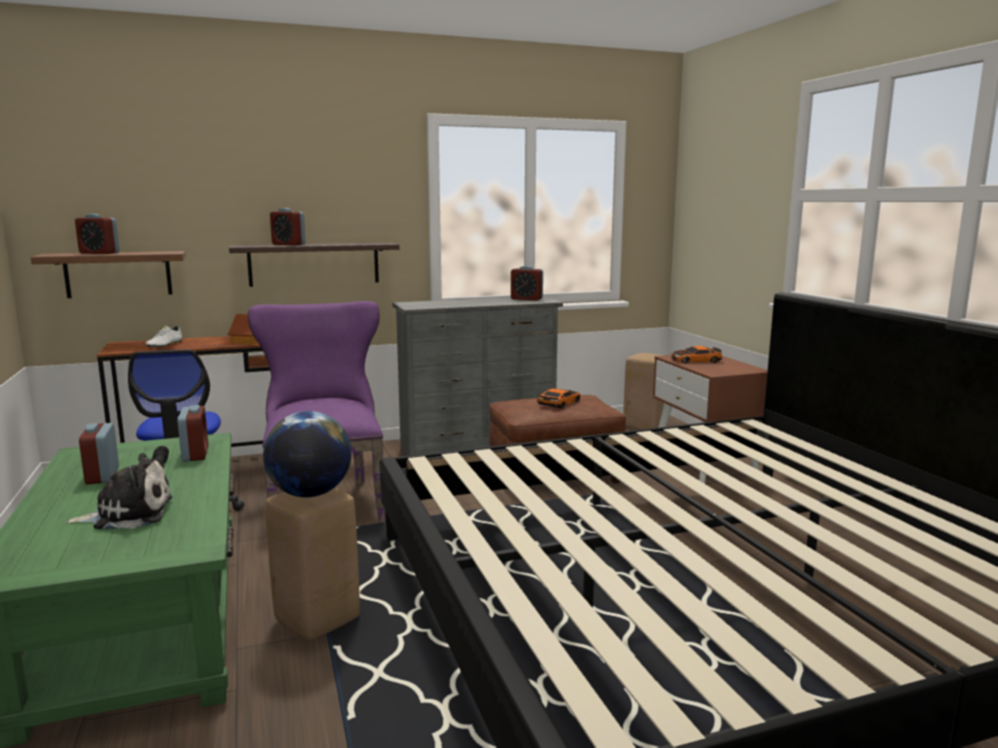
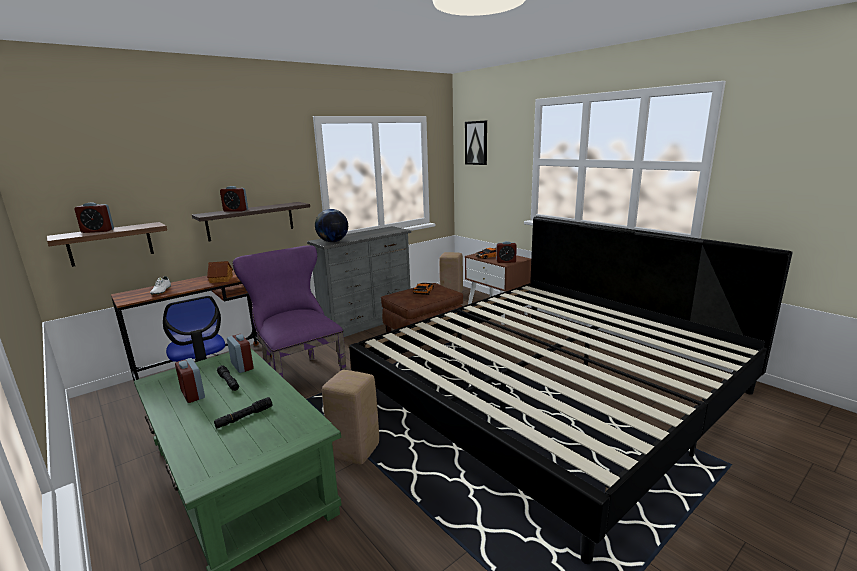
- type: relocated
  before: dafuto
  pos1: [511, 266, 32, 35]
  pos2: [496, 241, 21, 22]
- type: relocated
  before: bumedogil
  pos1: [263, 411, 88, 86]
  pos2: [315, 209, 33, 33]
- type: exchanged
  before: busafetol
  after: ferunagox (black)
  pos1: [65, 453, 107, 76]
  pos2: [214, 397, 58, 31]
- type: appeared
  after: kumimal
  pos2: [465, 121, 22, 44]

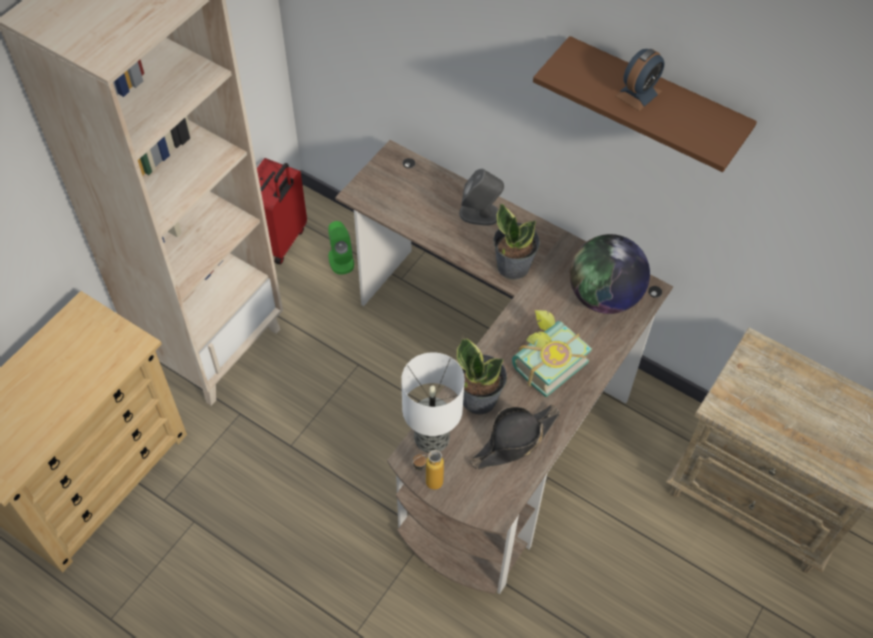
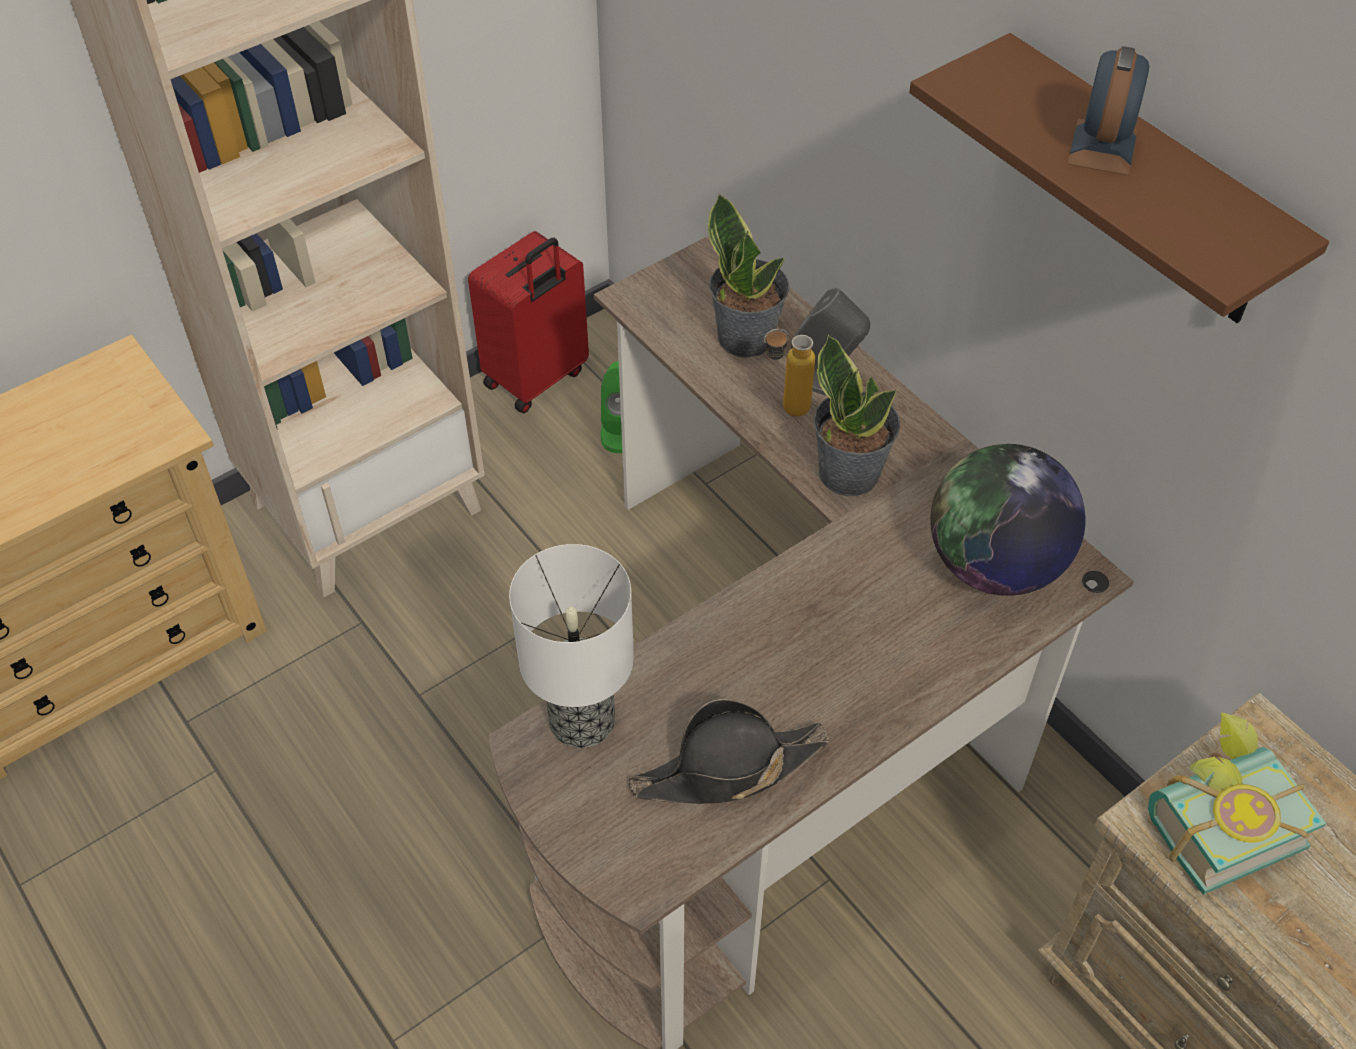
- type: spun
  before: dafuto
  pos1: [615, 49, 50, 62]
  pos2: [1067, 46, 82, 130]
  turn: 135
- type: relocated
  before: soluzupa
  pos1: [512, 310, 80, 87]
  pos2: [1148, 712, 178, 183]
- type: relocated
  before: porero
  pos1: [457, 339, 50, 76]
  pos2: [708, 193, 81, 165]
- type: relocated
  before: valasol
  pos1: [412, 450, 32, 40]
  pos2: [764, 329, 51, 87]

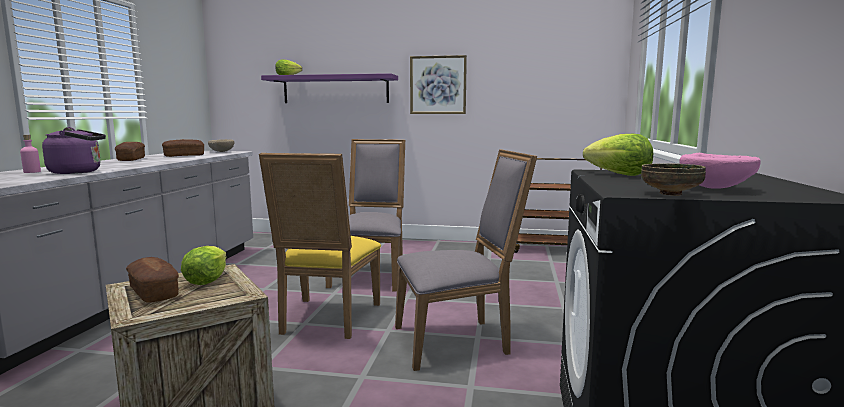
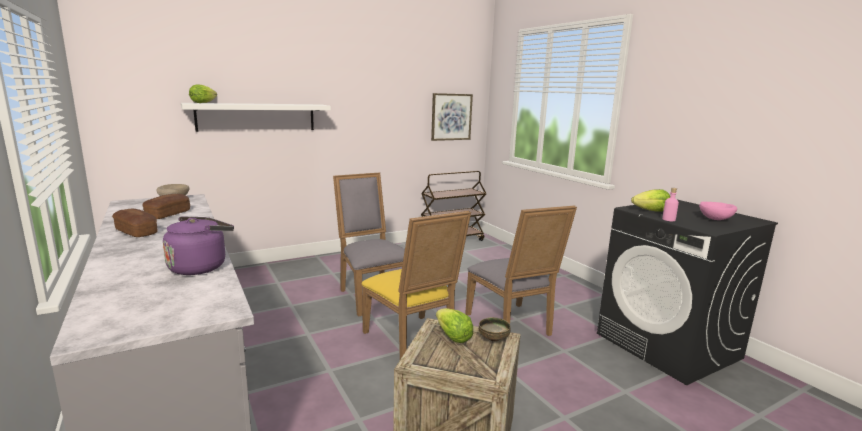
- type: relocated
  before: kumimal
  pos1: [410, 55, 57, 59]
  pos2: [431, 93, 42, 48]
- type: colour
  before: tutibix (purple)
  after: tutibix (white)
  pos1: [261, 73, 137, 30]
  pos2: [181, 103, 150, 29]
- type: relocated
  before: valasol (pink)
  pos1: [20, 135, 21, 38]
  pos2: [662, 188, 17, 33]
- type: spun
  before: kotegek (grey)
  pos1: [395, 149, 142, 222]
  pos2: [465, 205, 112, 131]
  turn: 120
- type: relocated
  before: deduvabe
  pos1: [641, 163, 65, 33]
  pos2: [479, 317, 32, 24]
- type: missing
  before: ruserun
  pos1: [126, 257, 53, 46]

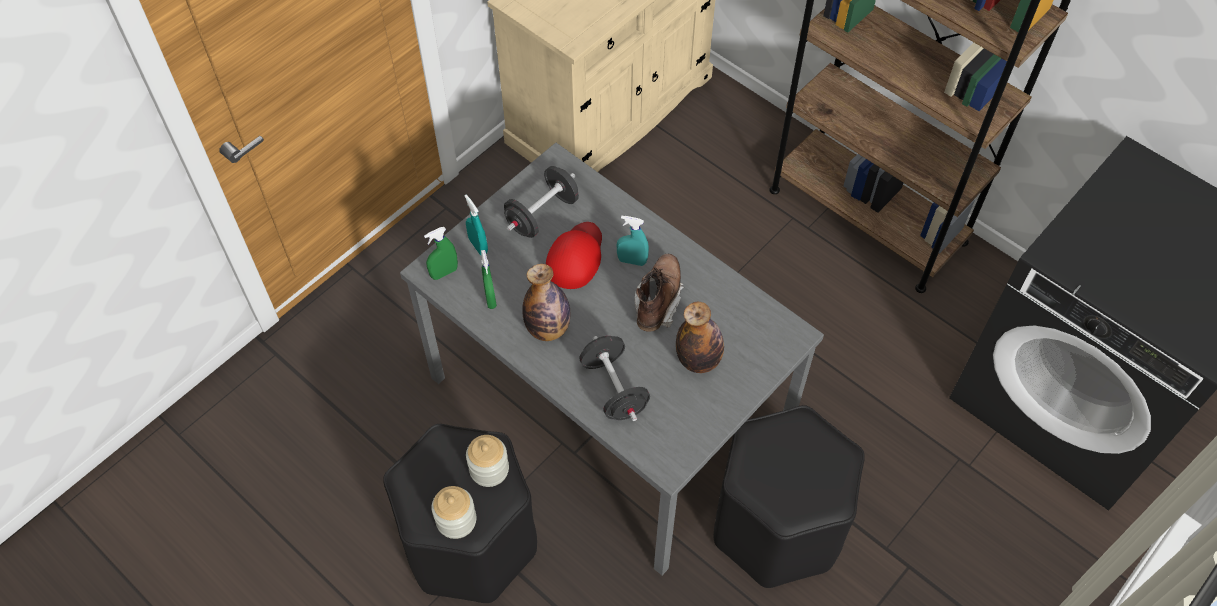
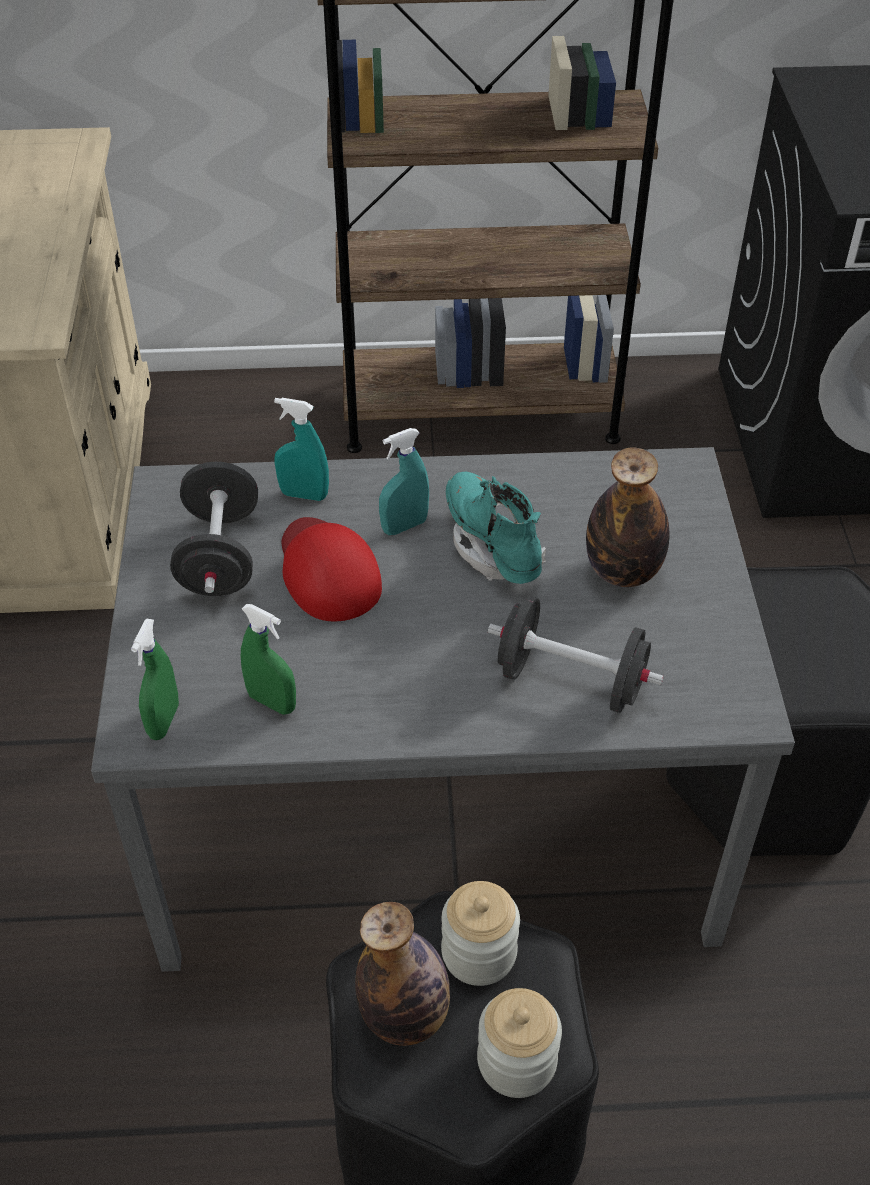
- type: relocated
  before: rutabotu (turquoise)
  pos1: [464, 195, 24, 60]
  pos2: [274, 398, 55, 103]
- type: colour
  before: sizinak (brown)
  after: sizinak (turquoise)
  pos1: [635, 254, 49, 78]
  pos2: [446, 472, 100, 112]
- type: relocated
  before: valasol
  pos1: [522, 264, 48, 77]
  pos2: [355, 902, 95, 144]

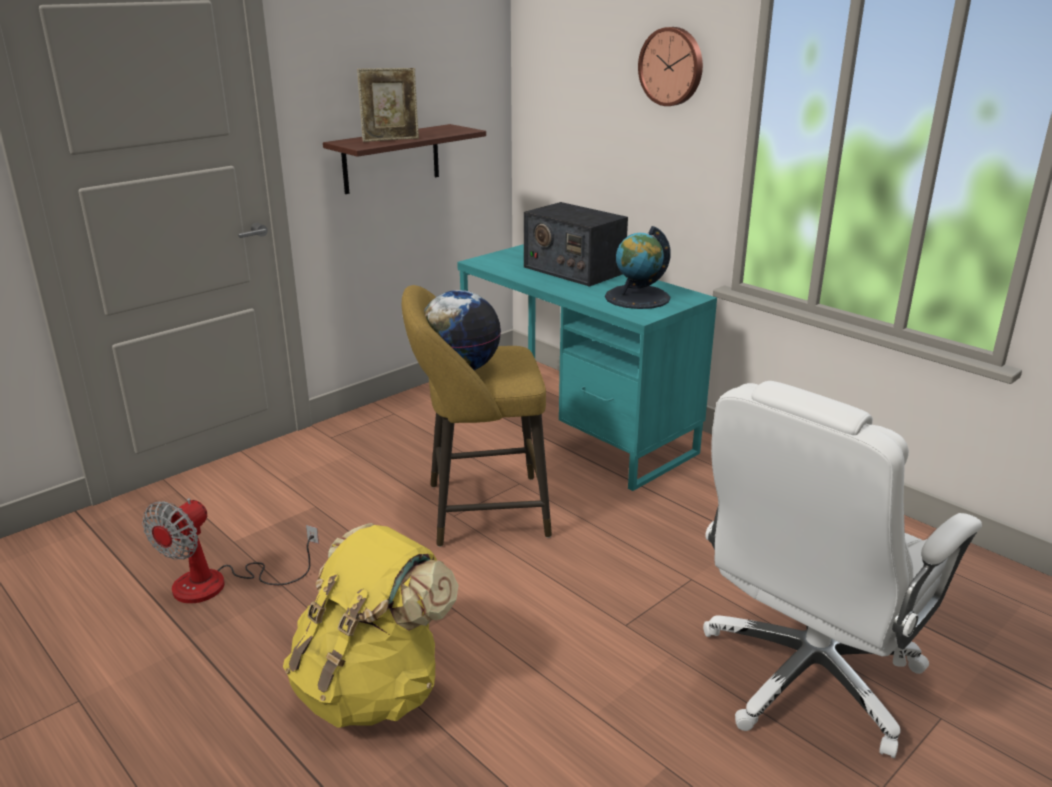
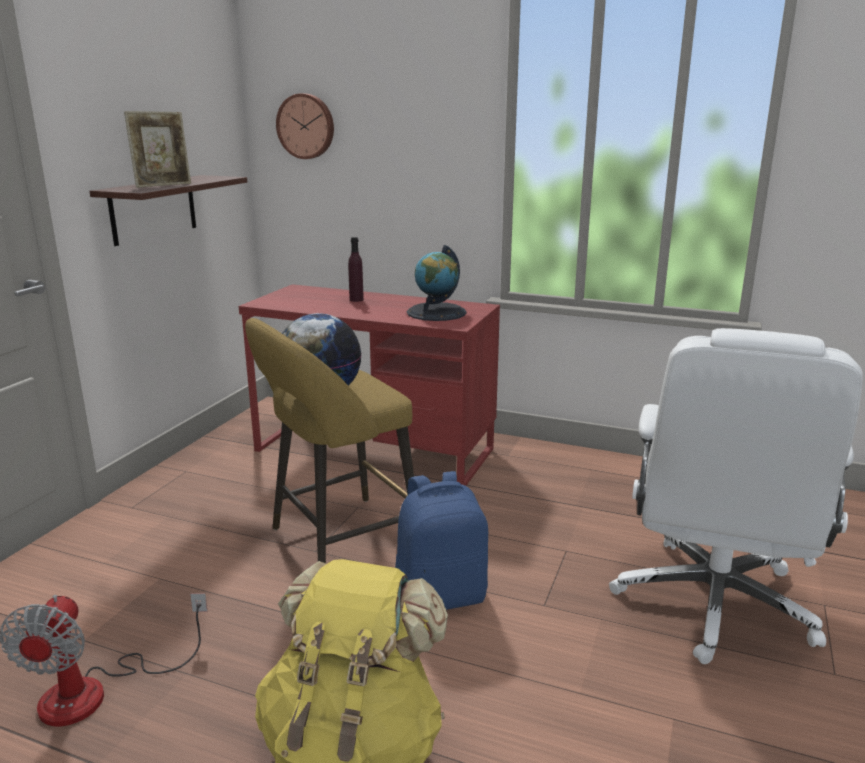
- type: relocated
  before: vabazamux
  pos1: [638, 27, 65, 79]
  pos2: [276, 93, 58, 66]
- type: exchanged
  before: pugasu
  after: valasol (purple)
  pos1: [524, 202, 104, 85]
  pos2: [348, 237, 16, 65]
- type: colour
  before: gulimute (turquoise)
  after: gulimute (red)
  pos1: [457, 244, 260, 247]
  pos2: [239, 284, 261, 202]
- type: appeared
  after: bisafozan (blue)
  pos2: [395, 471, 93, 139]

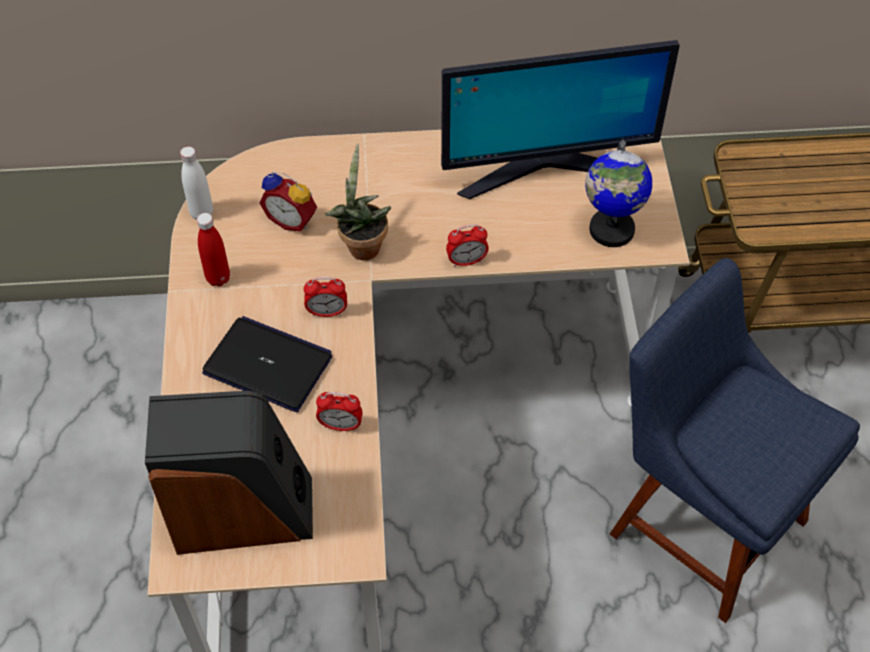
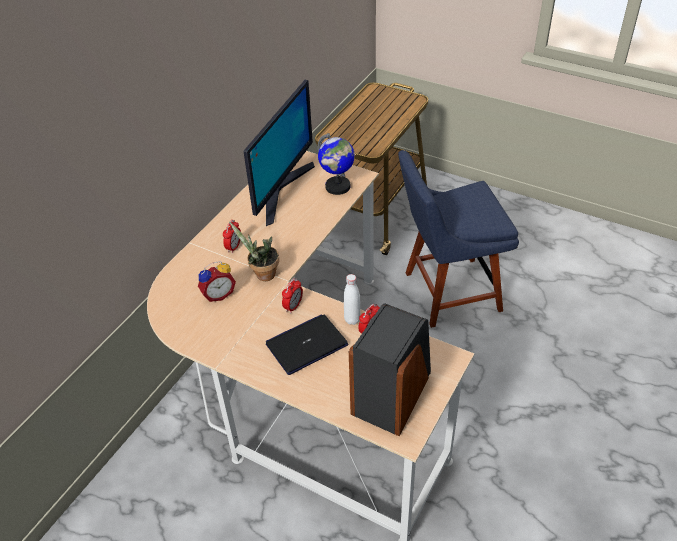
- type: relocated
  before: valasol (white)
  pos1: [180, 146, 33, 74]
  pos2: [344, 274, 16, 51]
- type: missing
  before: valasol (red)
  pos1: [197, 213, 33, 73]
- type: relocated
  before: dafuto
  pos1: [446, 224, 43, 43]
  pos2: [223, 220, 18, 33]

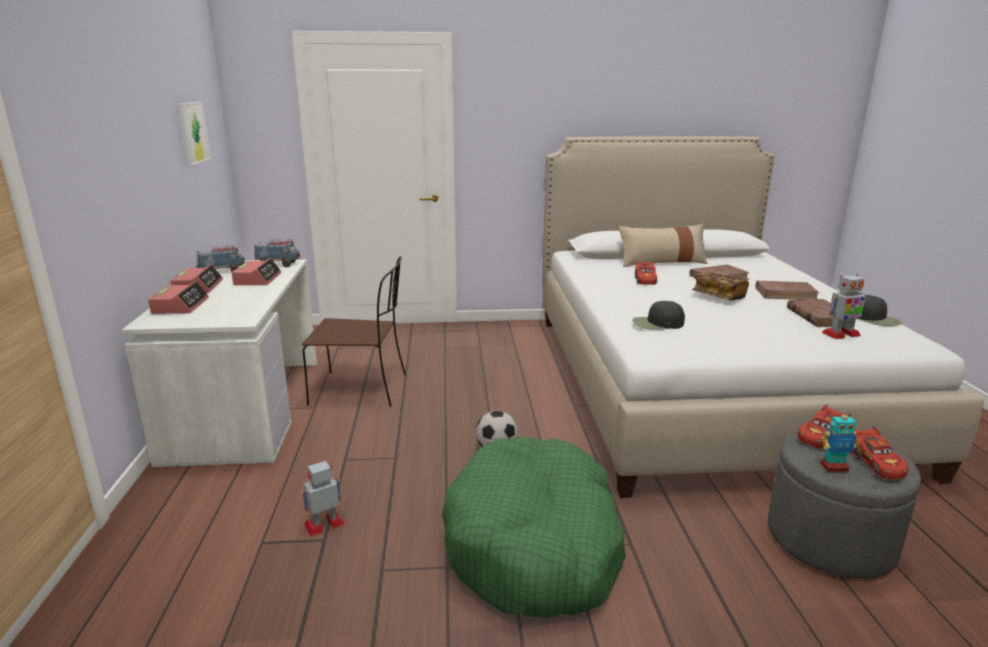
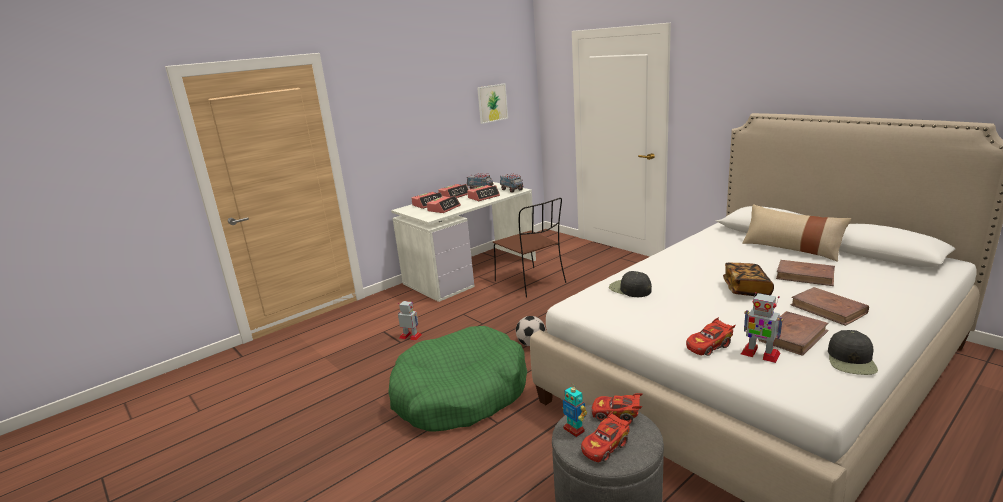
- type: relocated
  before: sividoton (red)
  pos1: [635, 261, 22, 24]
  pos2: [686, 317, 50, 39]
- type: appeared
  after: dafuto
  pos2: [427, 195, 34, 18]

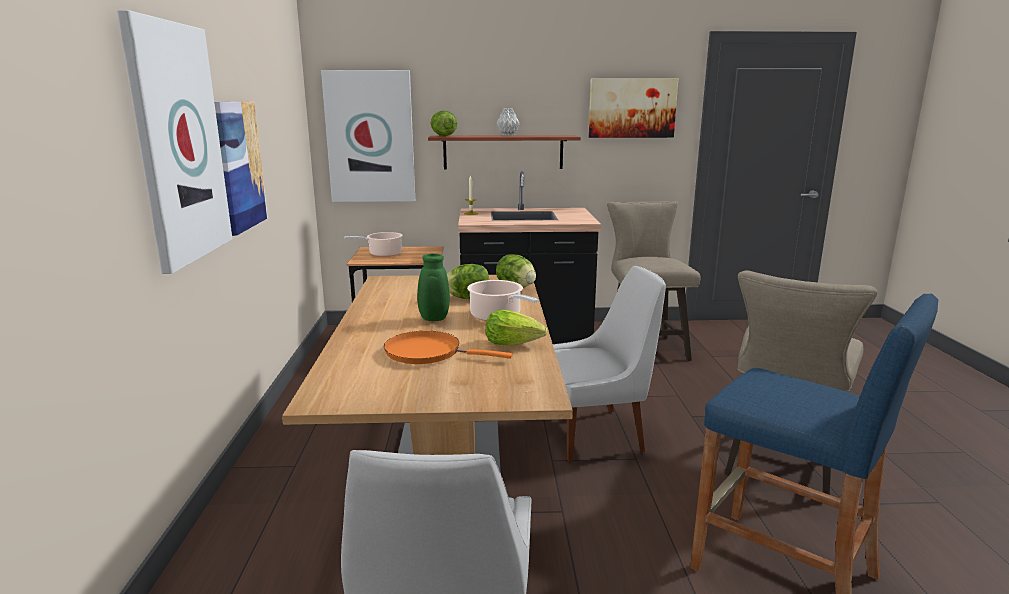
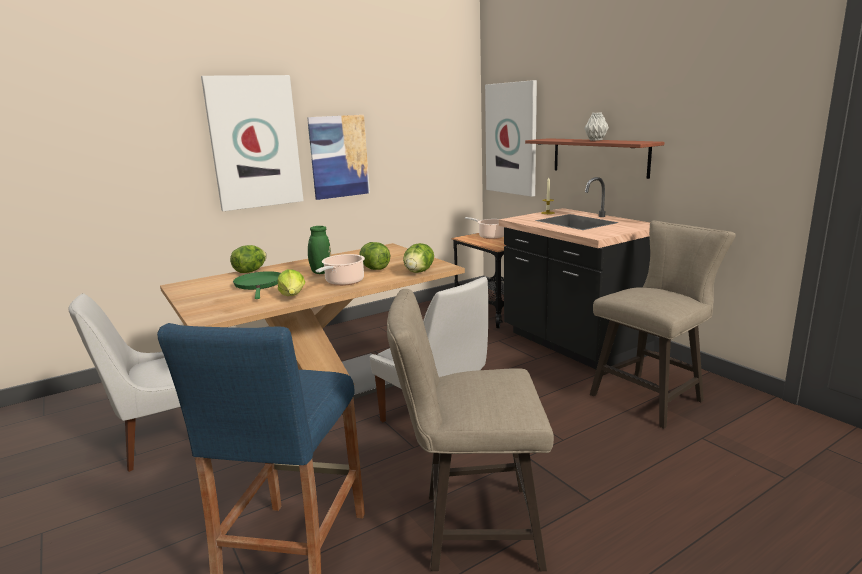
- type: missing
  before: kumimal
  pos1: [588, 78, 90, 60]
- type: relocated
  before: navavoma
  pos1: [431, 110, 26, 26]
  pos2: [230, 245, 37, 28]
- type: colour
  before: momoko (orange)
  after: momoko (green)
  pos1: [384, 331, 128, 33]
  pos2: [233, 271, 48, 28]

